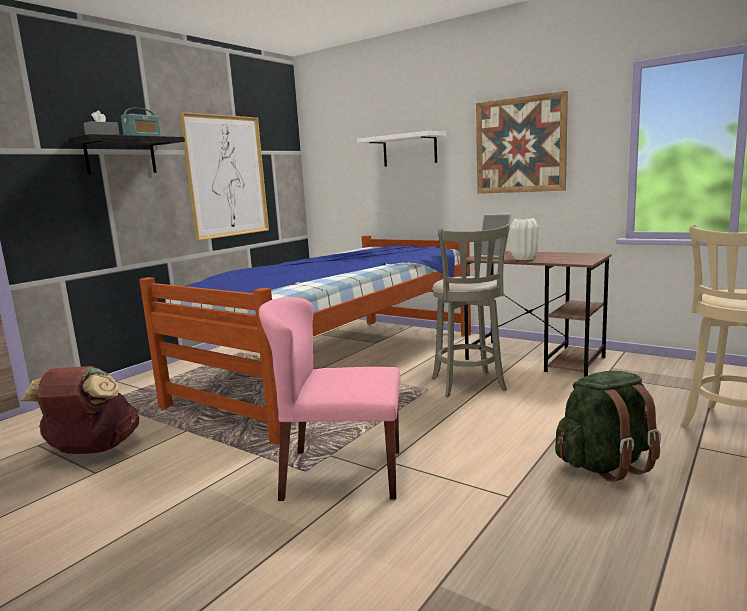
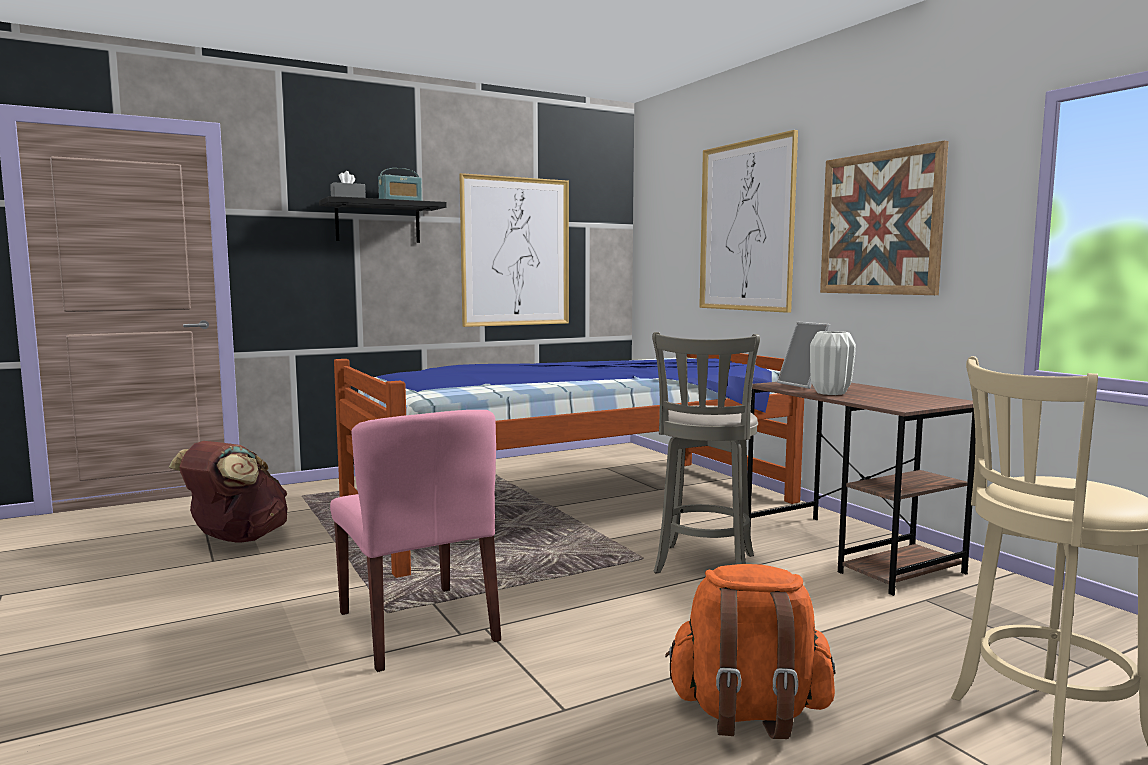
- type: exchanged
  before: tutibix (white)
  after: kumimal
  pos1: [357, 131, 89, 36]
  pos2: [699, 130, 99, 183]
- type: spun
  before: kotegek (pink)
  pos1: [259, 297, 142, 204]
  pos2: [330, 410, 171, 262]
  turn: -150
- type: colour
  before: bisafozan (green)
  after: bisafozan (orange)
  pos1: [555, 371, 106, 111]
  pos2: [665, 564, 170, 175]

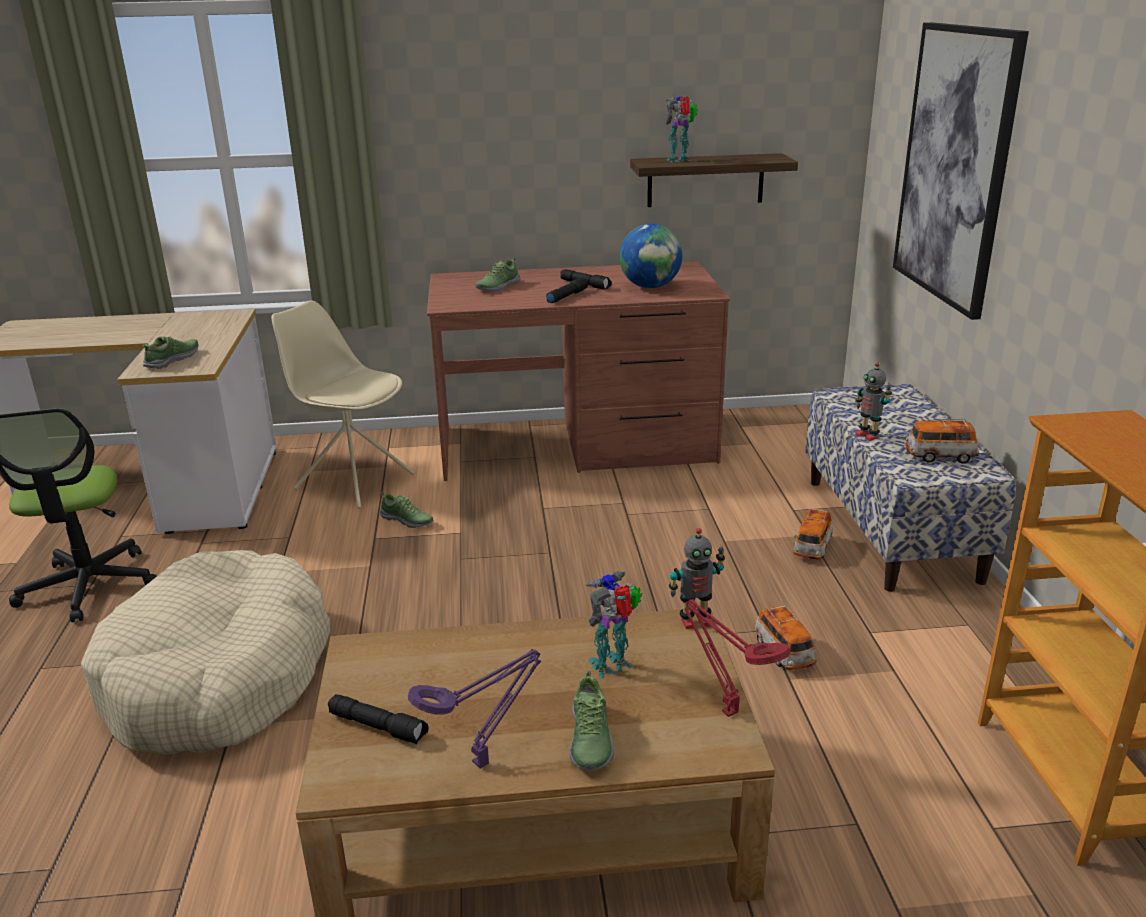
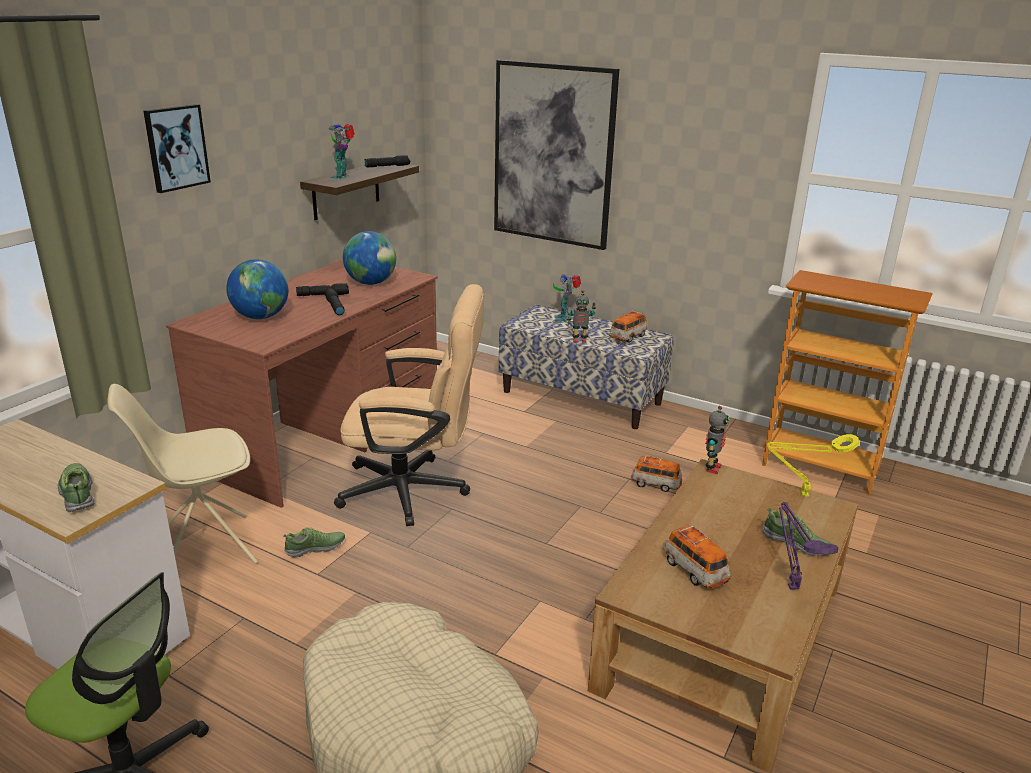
- type: exchanged
  before: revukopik
  after: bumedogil
  pos1: [475, 258, 45, 34]
  pos2: [226, 259, 62, 60]
- type: relocated
  before: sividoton
  pos1: [793, 508, 40, 51]
  pos2: [664, 525, 67, 63]
- type: relocated
  before: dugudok
  pos1: [585, 571, 57, 108]
  pos2: [553, 274, 28, 49]
- type: colour
  before: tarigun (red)
  after: tarigun (yellow)
  pos1: [685, 599, 106, 118]
  pos2: [767, 434, 92, 63]
- type: relocated
  before: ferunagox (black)
  pos1: [328, 694, 100, 50]
  pos2: [365, 155, 45, 12]
- type: appeared
  after: kumimal
  pos2: [143, 104, 68, 89]
- type: appeared
  after: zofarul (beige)
  pos2: [334, 284, 150, 242]

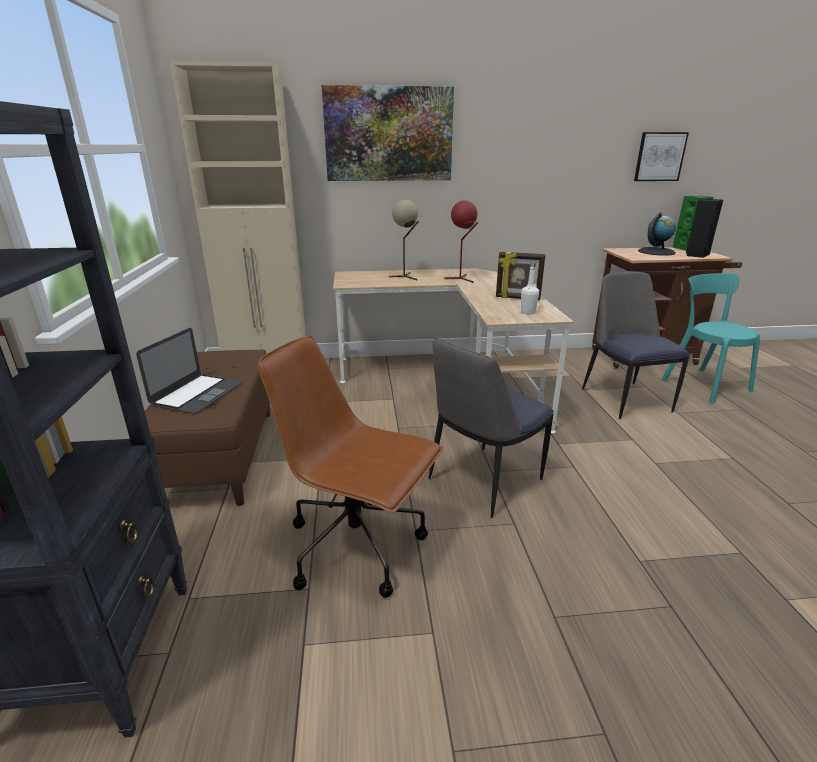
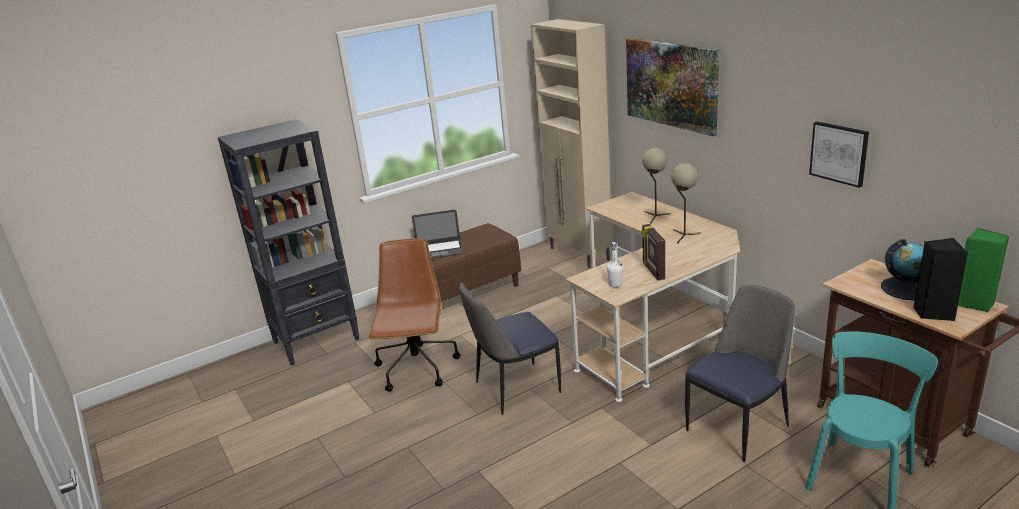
- type: relocated
  before: kumimal
  pos1: [634, 132, 55, 49]
  pos2: [809, 121, 60, 67]
- type: colour
  before: tarigun (red)
  after: tarigun (beige)
  pos1: [444, 200, 35, 83]
  pos2: [671, 163, 30, 80]
- type: spun
  before: kotegek
  pos1: [429, 338, 125, 180]
  pos2: [459, 282, 102, 133]
  turn: -45

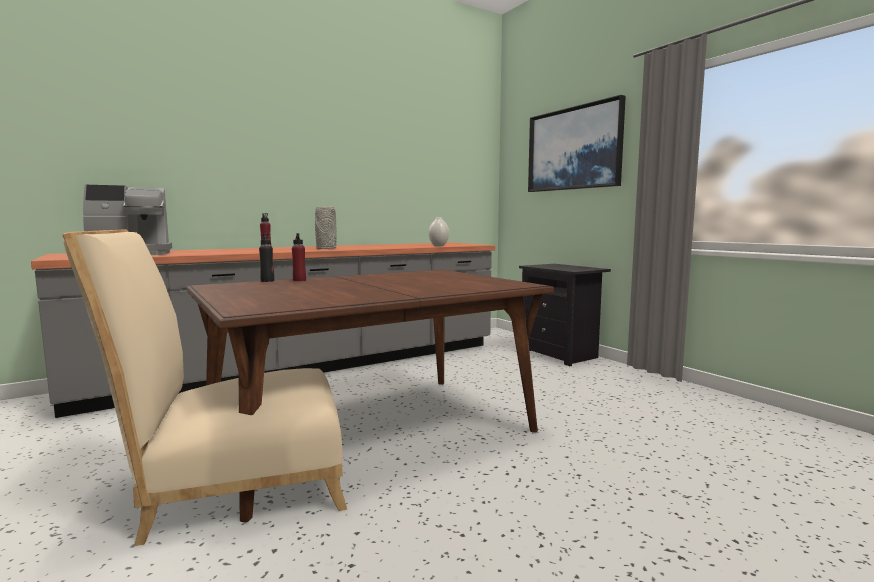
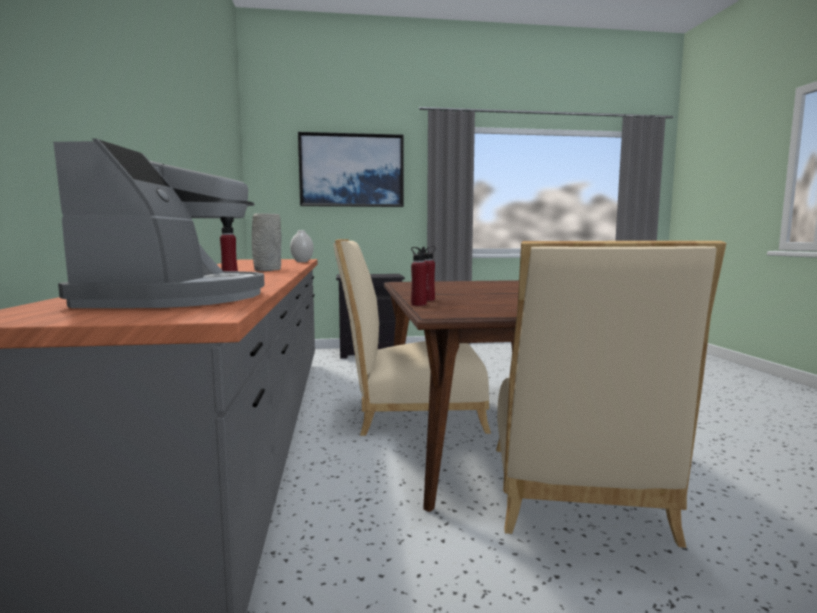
- type: colour
  before: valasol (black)
  after: valasol (red)
  pos1: [259, 233, 15, 49]
  pos2: [411, 247, 16, 59]
- type: appeared
  after: kotegek (beige)
  pos2: [333, 239, 158, 197]

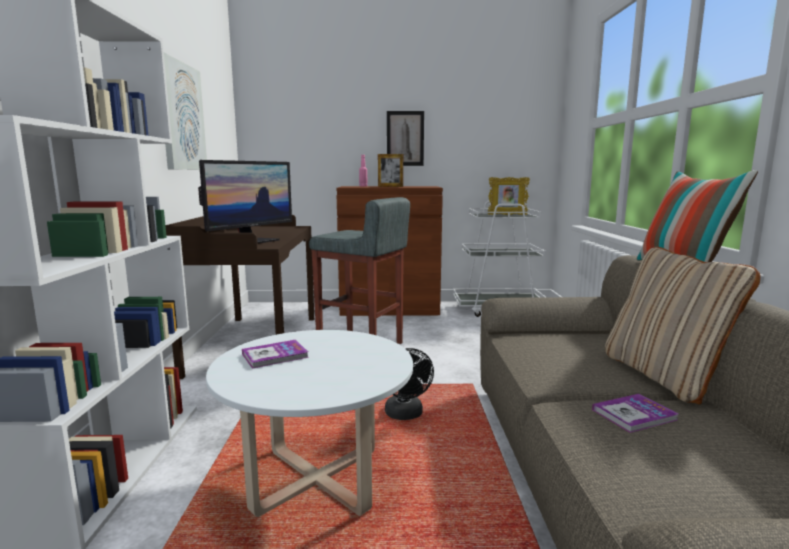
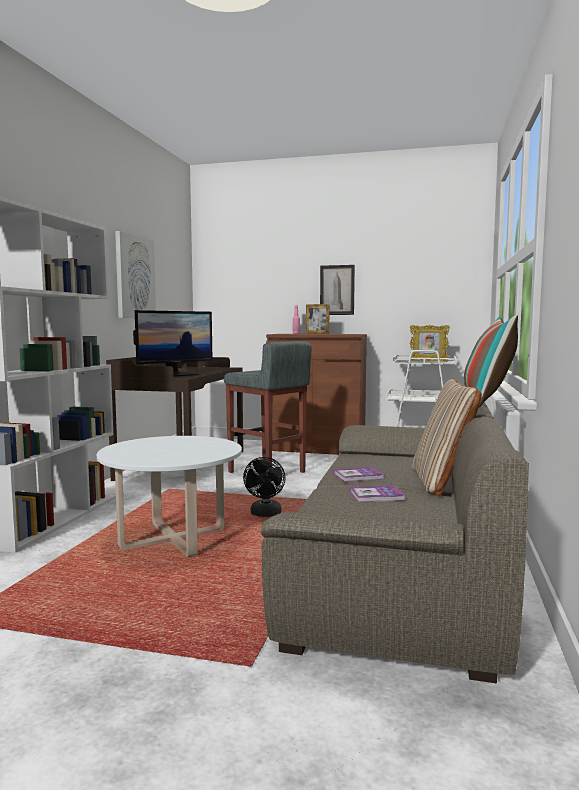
- type: relocated
  before: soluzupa
  pos1: [242, 340, 67, 29]
  pos2: [333, 467, 51, 15]

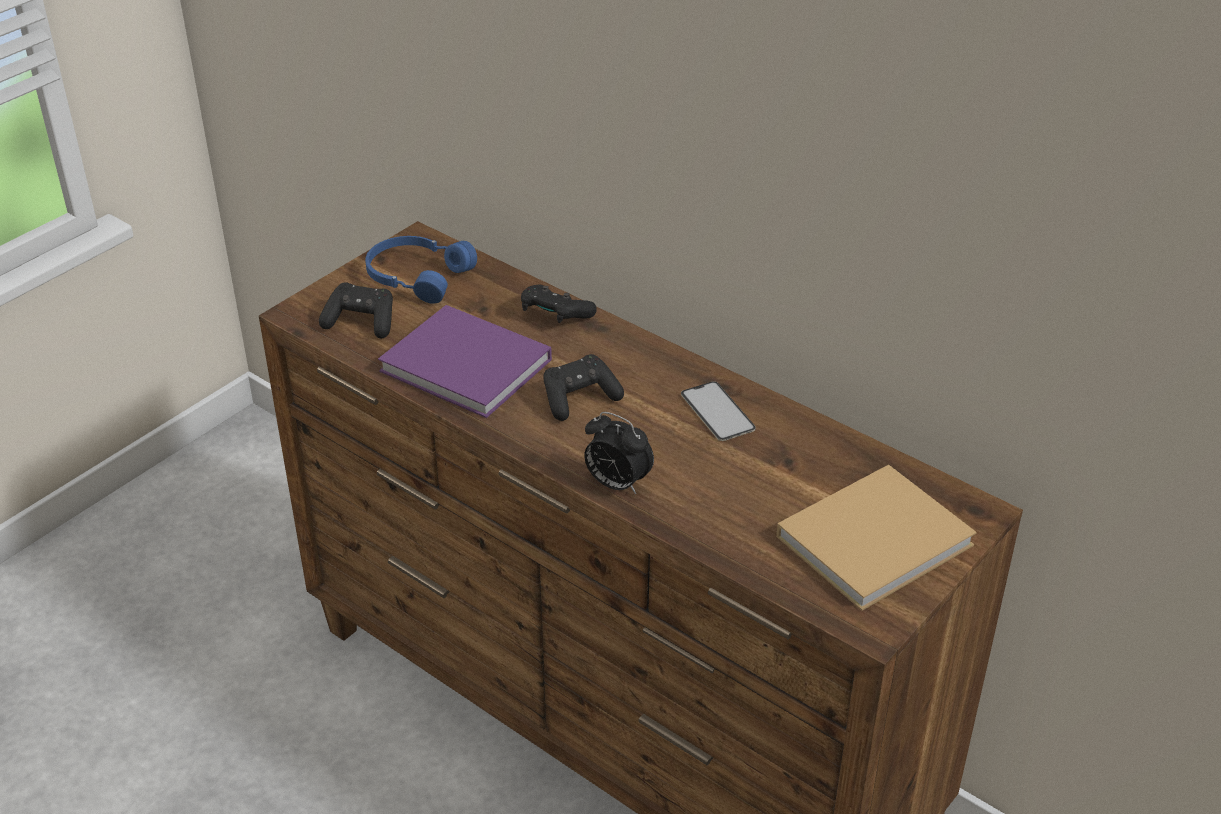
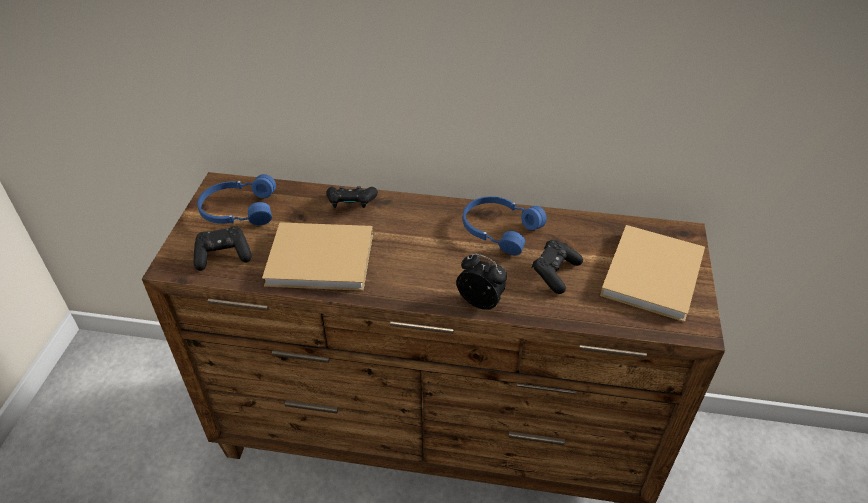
- type: colour
  before: soluzupa (purple)
  after: soluzupa (beige)
  pos1: [378, 305, 174, 113]
  pos2: [262, 222, 111, 69]
- type: relocated
  before: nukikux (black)
  pos1: [543, 354, 81, 67]
  pos2: [531, 240, 52, 54]
- type: exchanged
  before: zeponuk
  after: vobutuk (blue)
  pos1: [681, 381, 75, 60]
  pos2: [463, 196, 84, 59]
- type: spun
  before: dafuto
  pos1: [584, 412, 70, 82]
  pos2: [456, 253, 51, 57]
  turn: -150

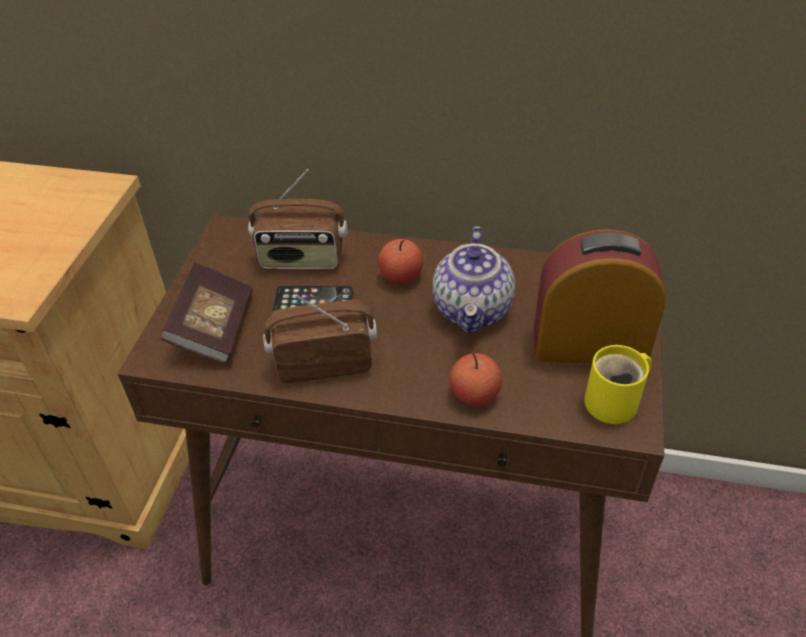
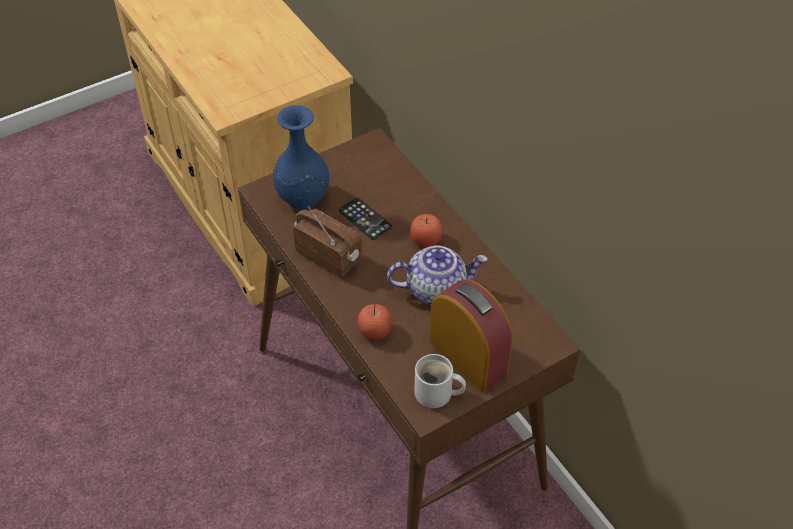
- type: missing
  before: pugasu
  pos1: [248, 169, 99, 101]
- type: spun
  before: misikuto
  pos1: [432, 226, 83, 108]
  pos2: [387, 246, 101, 59]
  turn: -150
- type: exchanged
  before: soluzupa
  after: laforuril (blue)
  pos1: [161, 262, 92, 102]
  pos2: [273, 105, 56, 105]
- type: colour
  before: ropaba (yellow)
  after: ropaba (white)
  pos1: [584, 345, 68, 79]
  pos2: [414, 354, 52, 54]

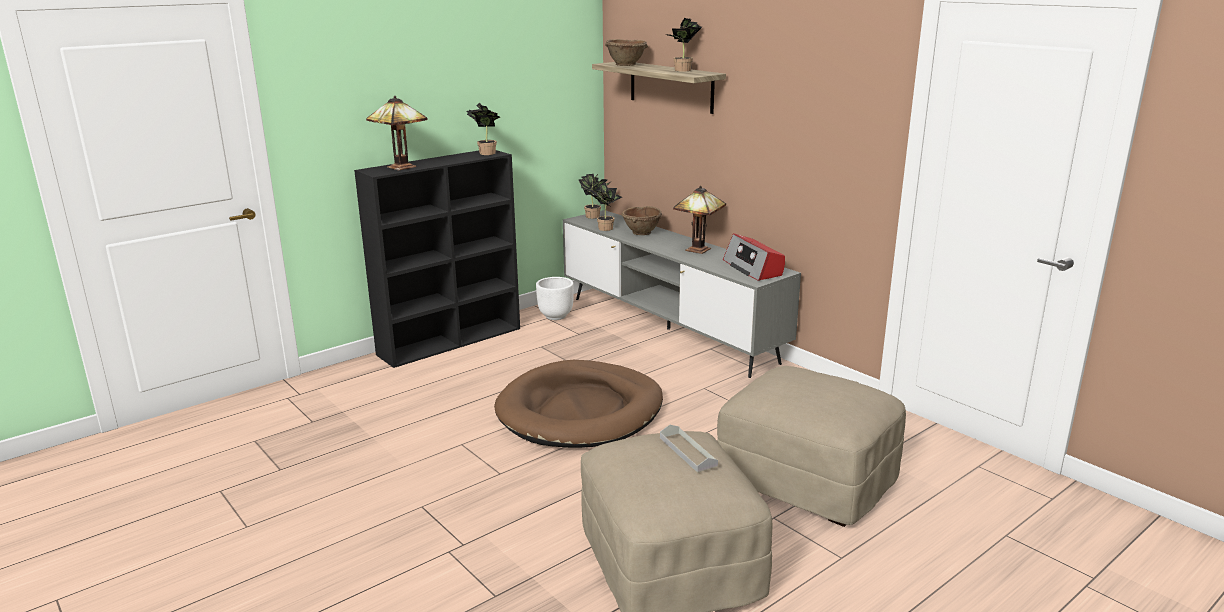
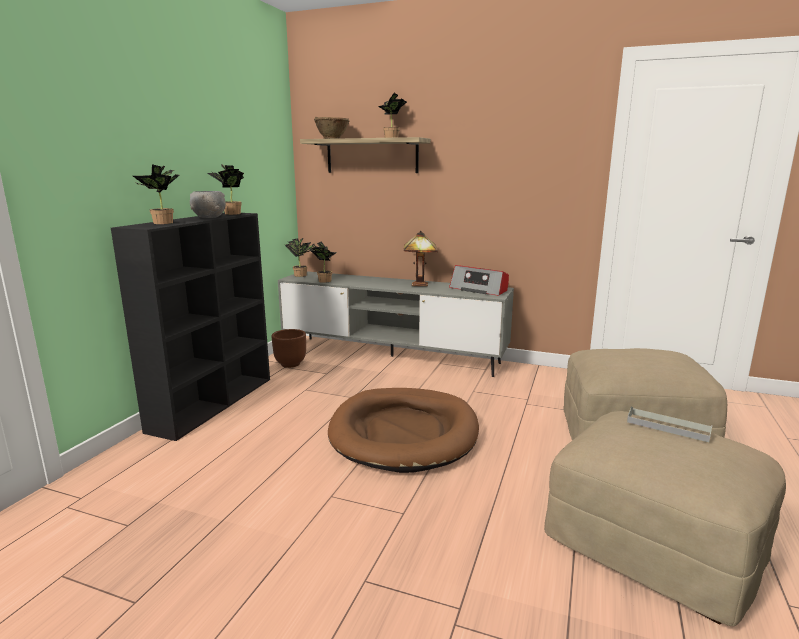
- type: exchanged
  before: tarigun
  after: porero
  pos1: [366, 96, 62, 74]
  pos2: [133, 164, 46, 60]
- type: missing
  before: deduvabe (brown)
  pos1: [621, 206, 41, 29]
- type: colour
  before: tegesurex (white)
  after: tegesurex (brown)
  pos1: [536, 277, 38, 43]
  pos2: [272, 329, 34, 39]
- type: appeared
  after: deduvabe (grey)
  pos2: [190, 191, 36, 27]

